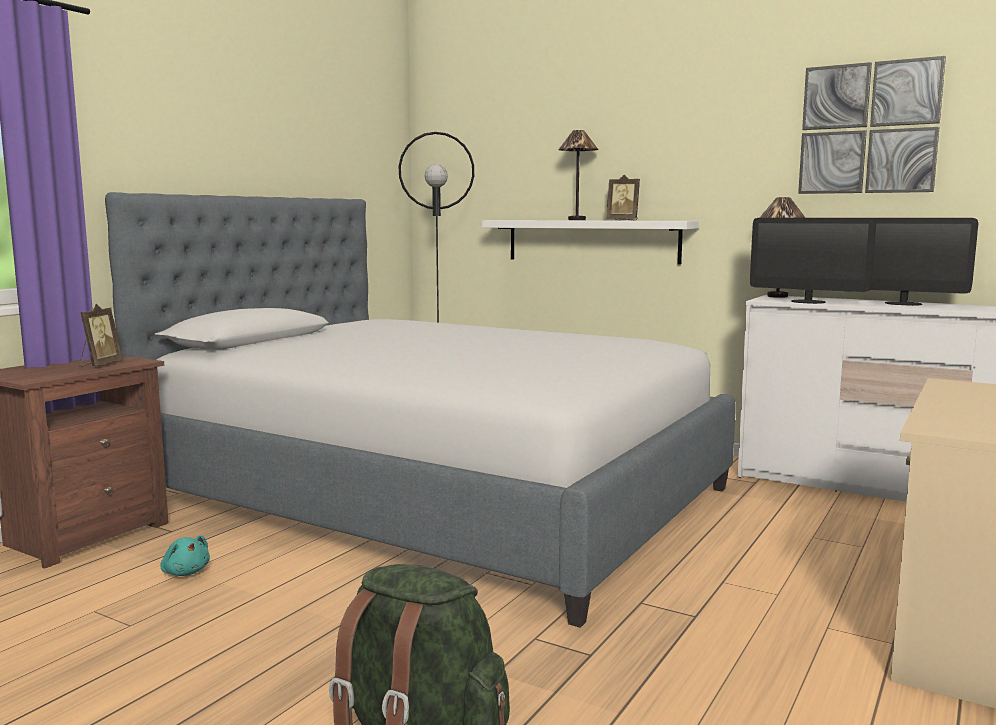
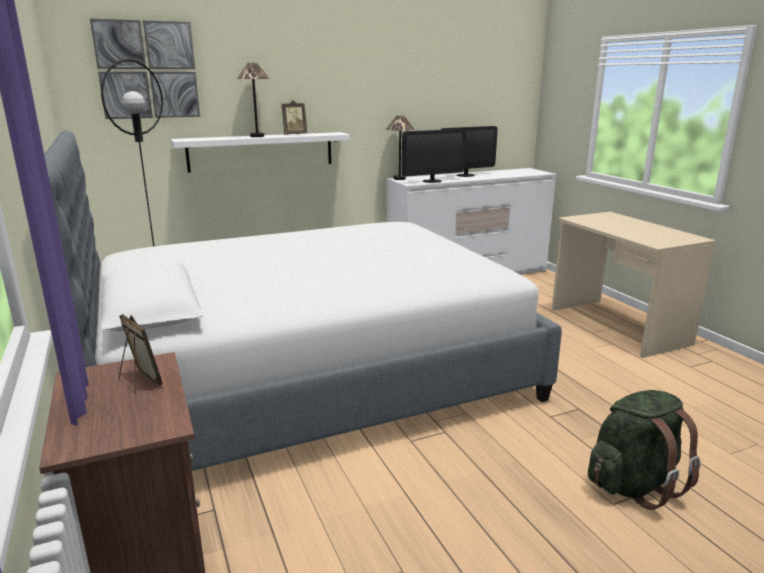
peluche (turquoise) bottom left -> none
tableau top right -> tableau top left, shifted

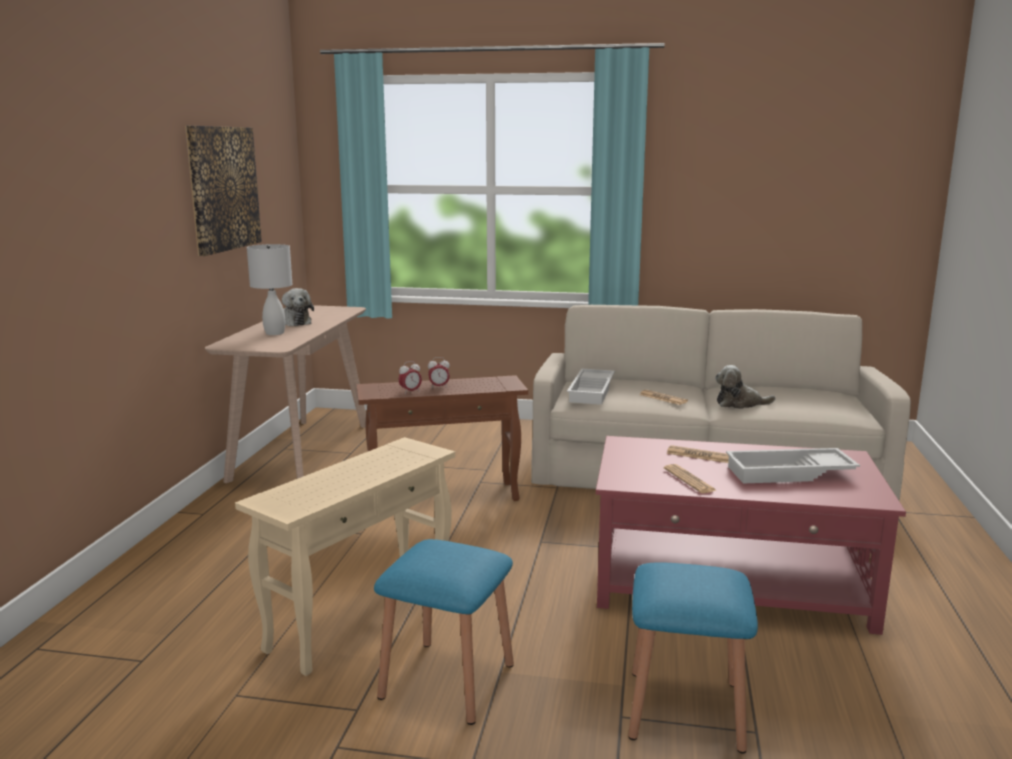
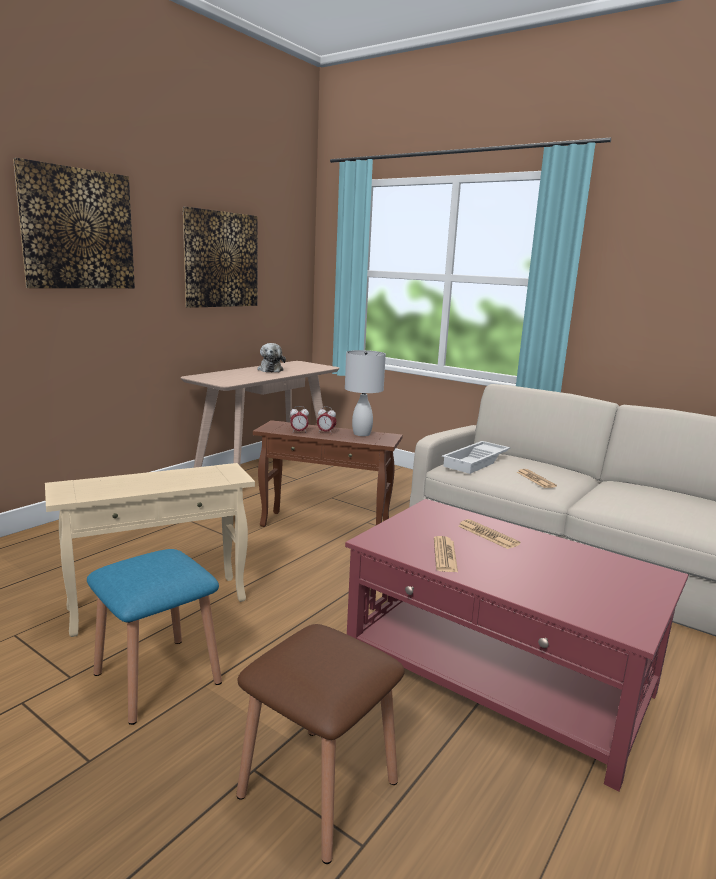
lampe de table (blanc) middle left -> lampe de table (blanc) centre, shifted
tabouret (bleu) (no. 2 from left) bottom right -> tabouret (marron) bottom centre
peluche (no. 2 from left) middle right -> none
plateau (blanc) (no. 2 from left) middle right -> none
none -> tableau (no. 1 from left) top left

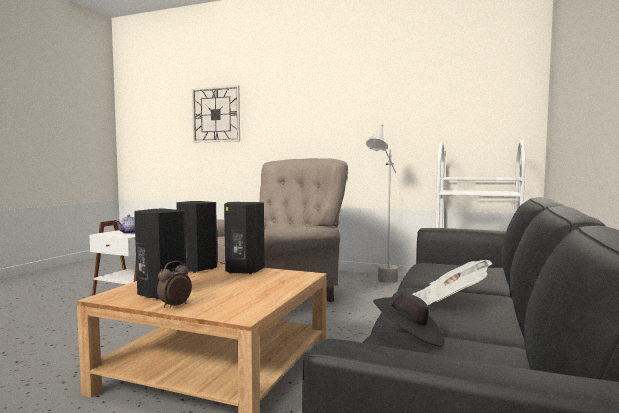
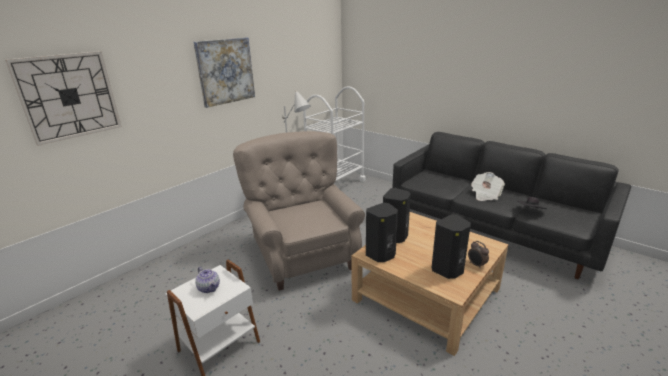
none -> tableau top centre

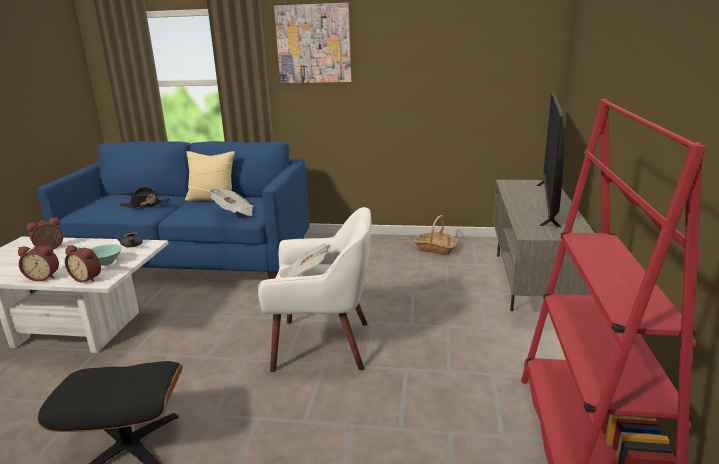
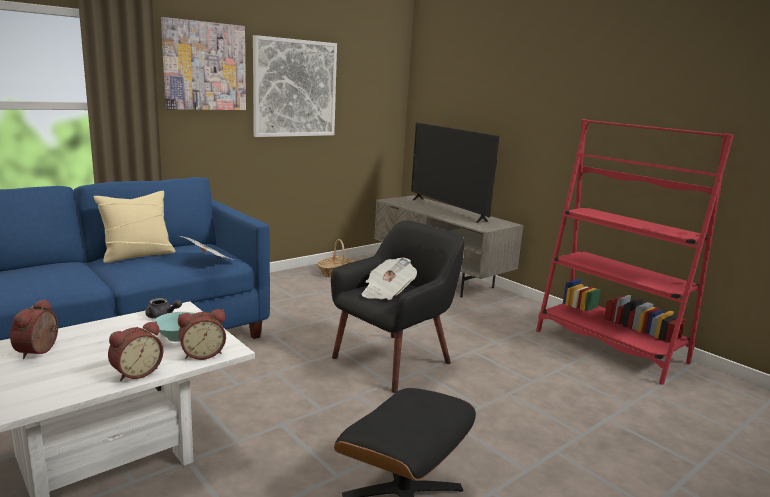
chapeau (noir) middle left -> none
fauteuil (blanc) centre -> fauteuil (noir) centre
none -> tableau (no. 2 from left) top centre

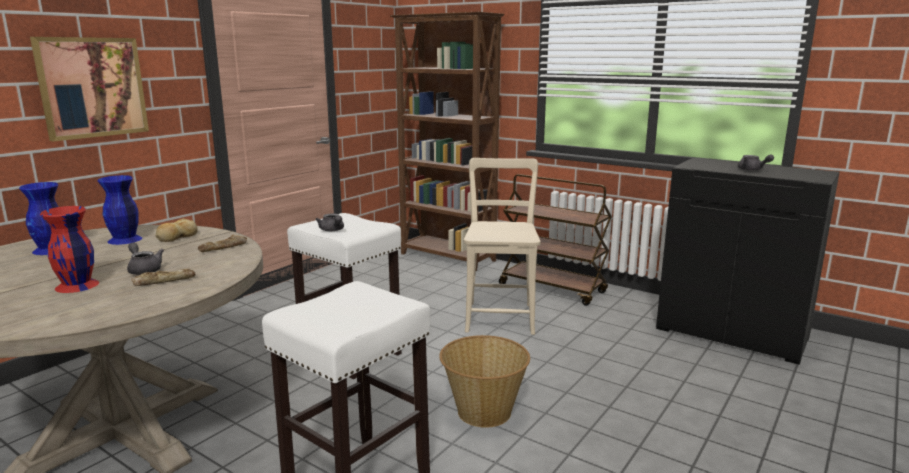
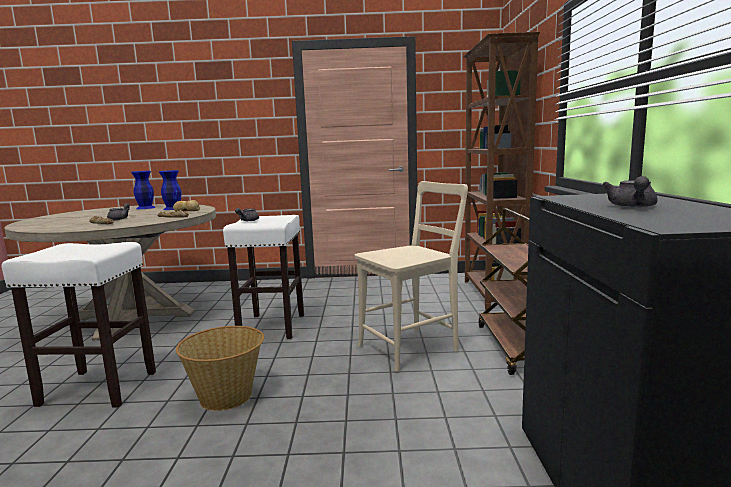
tableau top left -> none
vase (rouge) middle left -> none

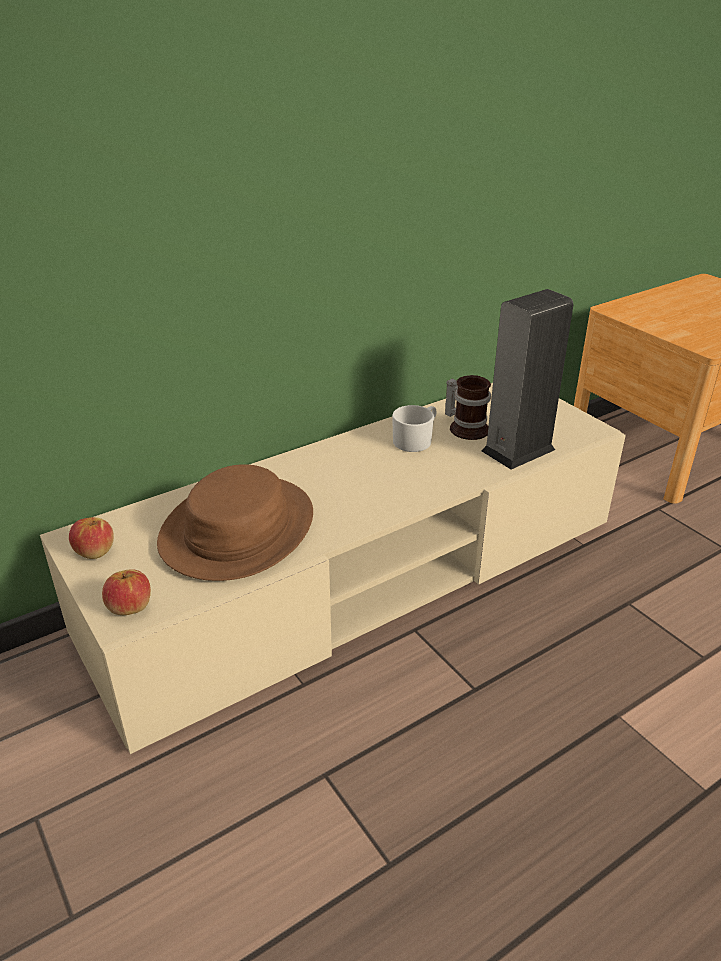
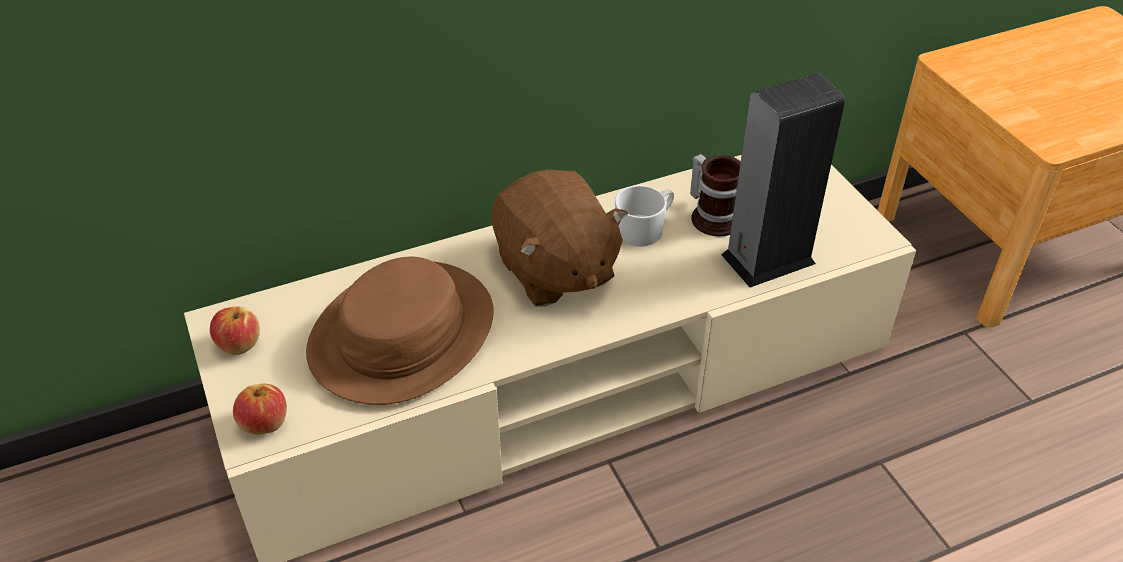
none -> peluche (marron) centre

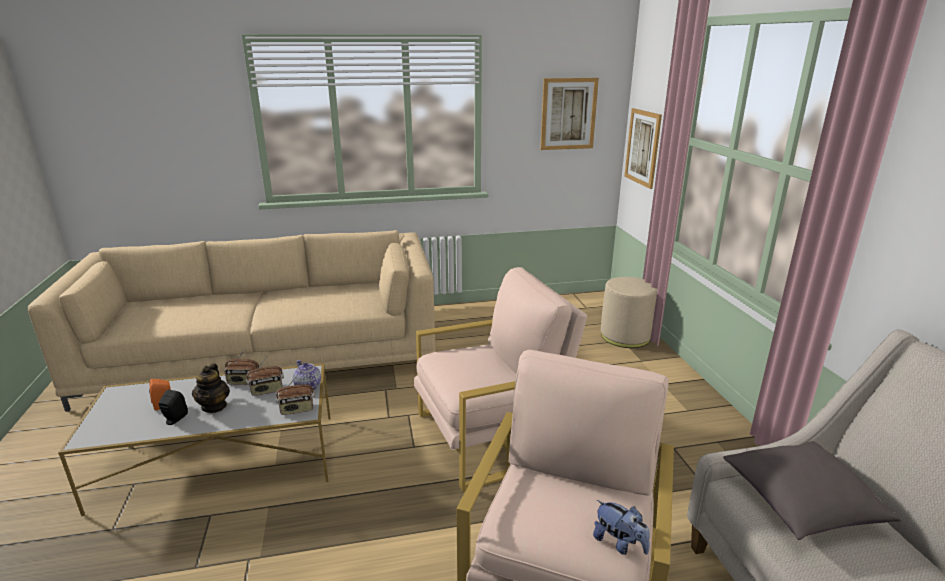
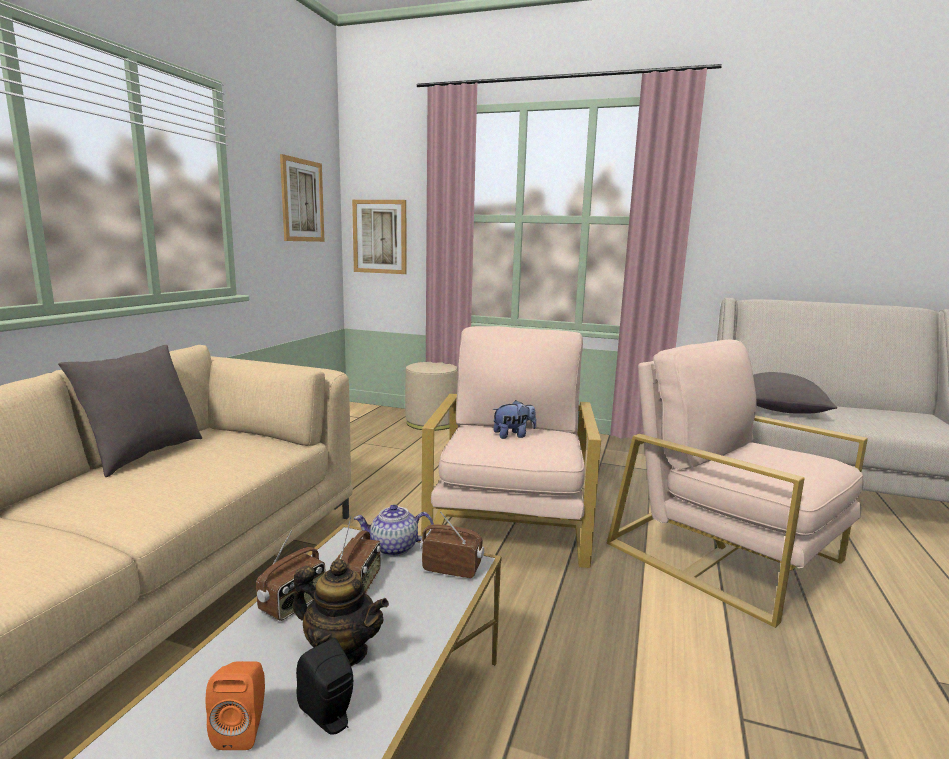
radio (no. 3 from left) bottom left -> radio (no. 3 from left) bottom centre, 90 degrees counterclockwise
peluche bottom centre -> peluche centre, shifted
none -> coussin (gris) (no. 1 from left) middle left

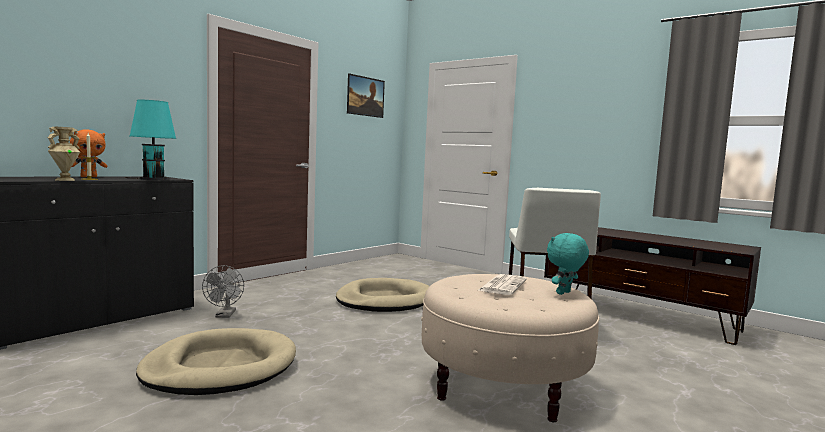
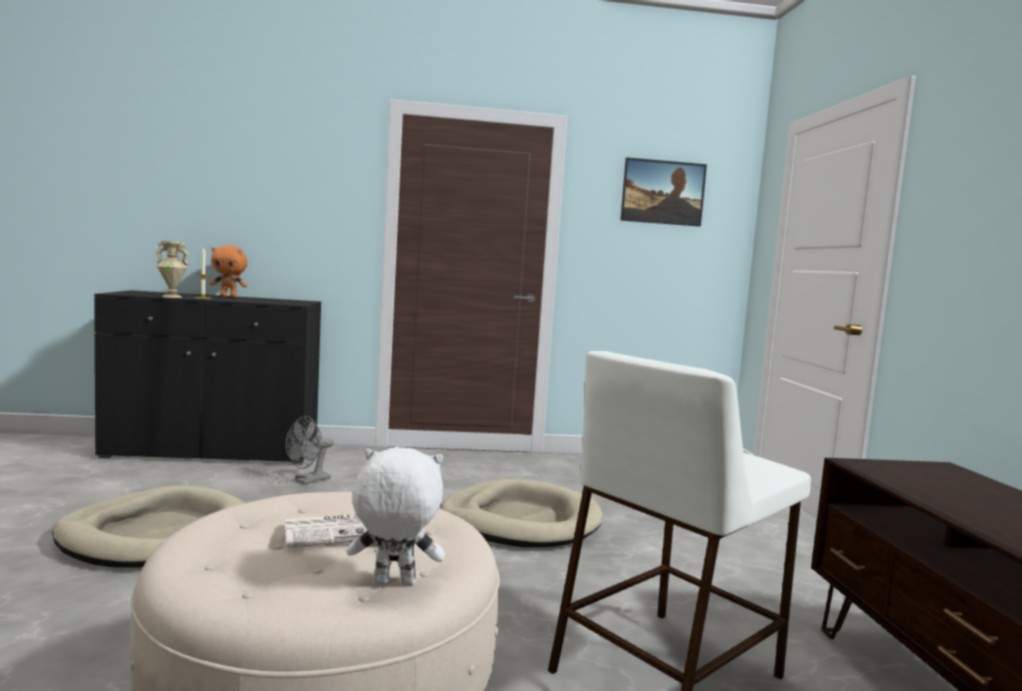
lampe de table (turquoise) top left -> none
peluche (turquoise) middle right -> peluche (blanc) bottom centre

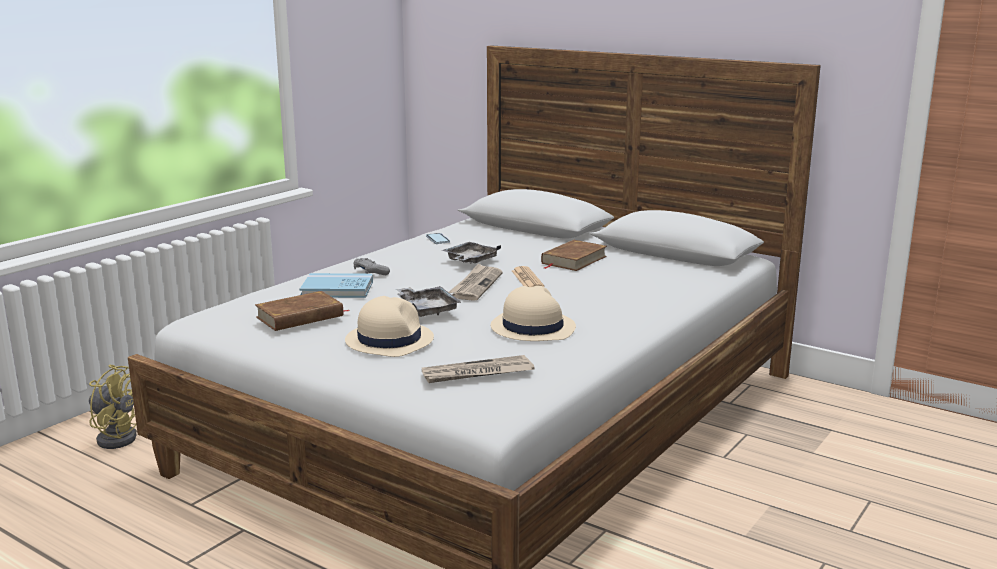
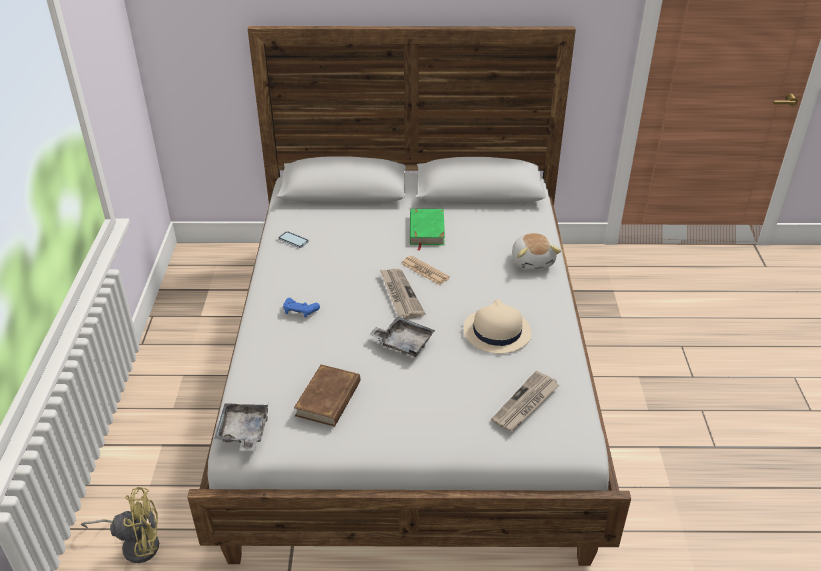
livre (bleu) centre -> none
chapeau (beige) (no. 1 from left) centre -> none
manette (gris) centre -> manette (bleu) centre
plateau (gris) (no. 2 from left in the first image) centre -> plateau (gris) (no. 1 from left) bottom left, shifted
livre (marron) (no. 2 from left) centre -> livre (vert) centre
none -> peluche centre

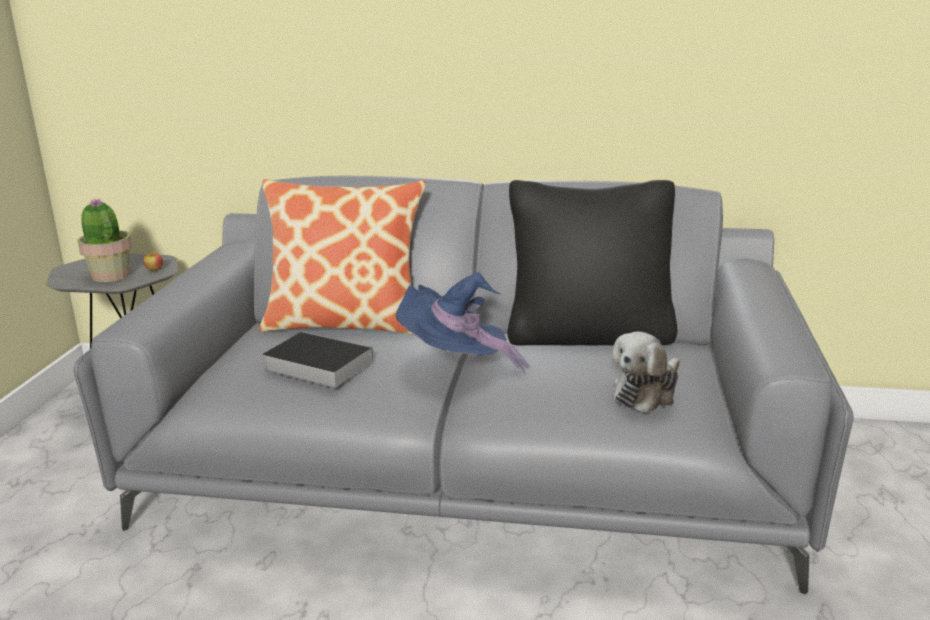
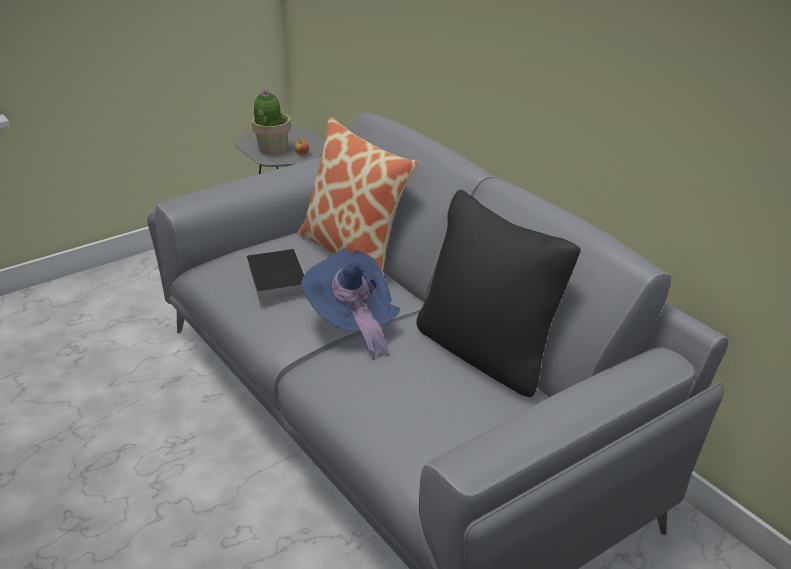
peluche middle right -> none

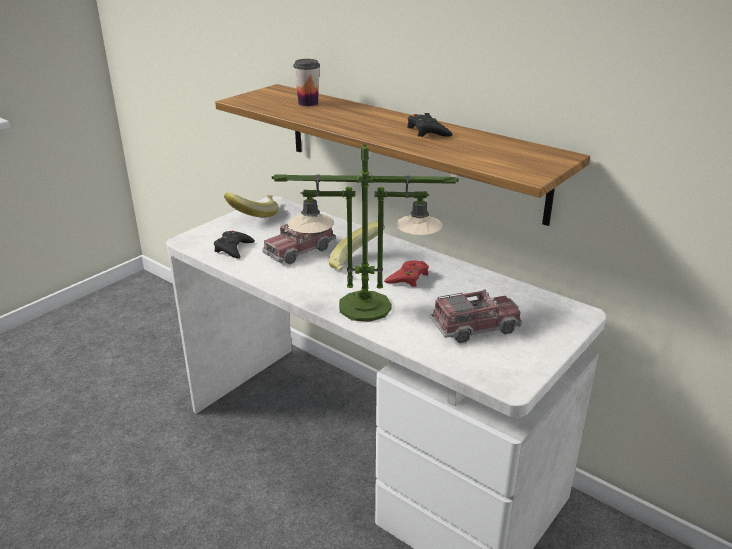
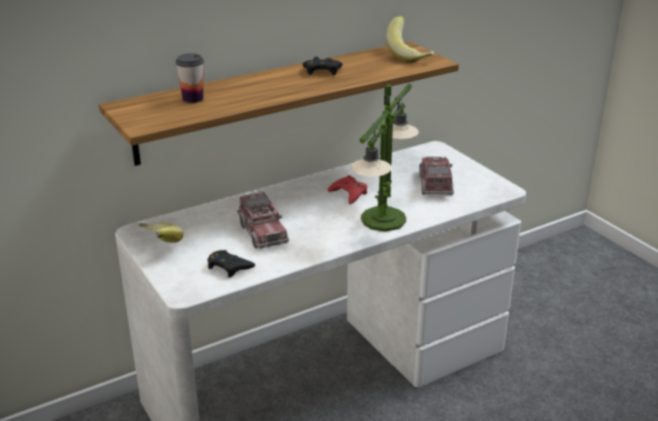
banane (no. 2 from left) centre -> banane (no. 2 from left) top centre, shifted

